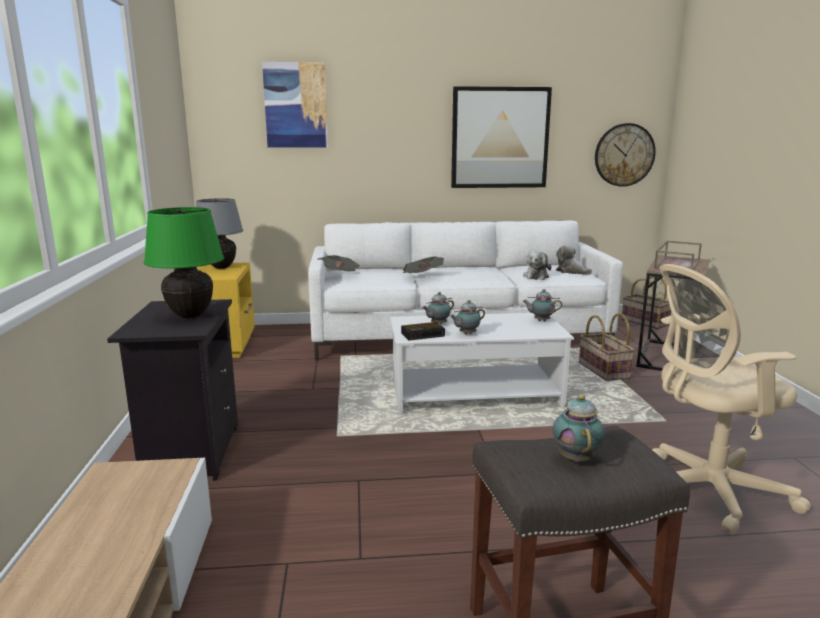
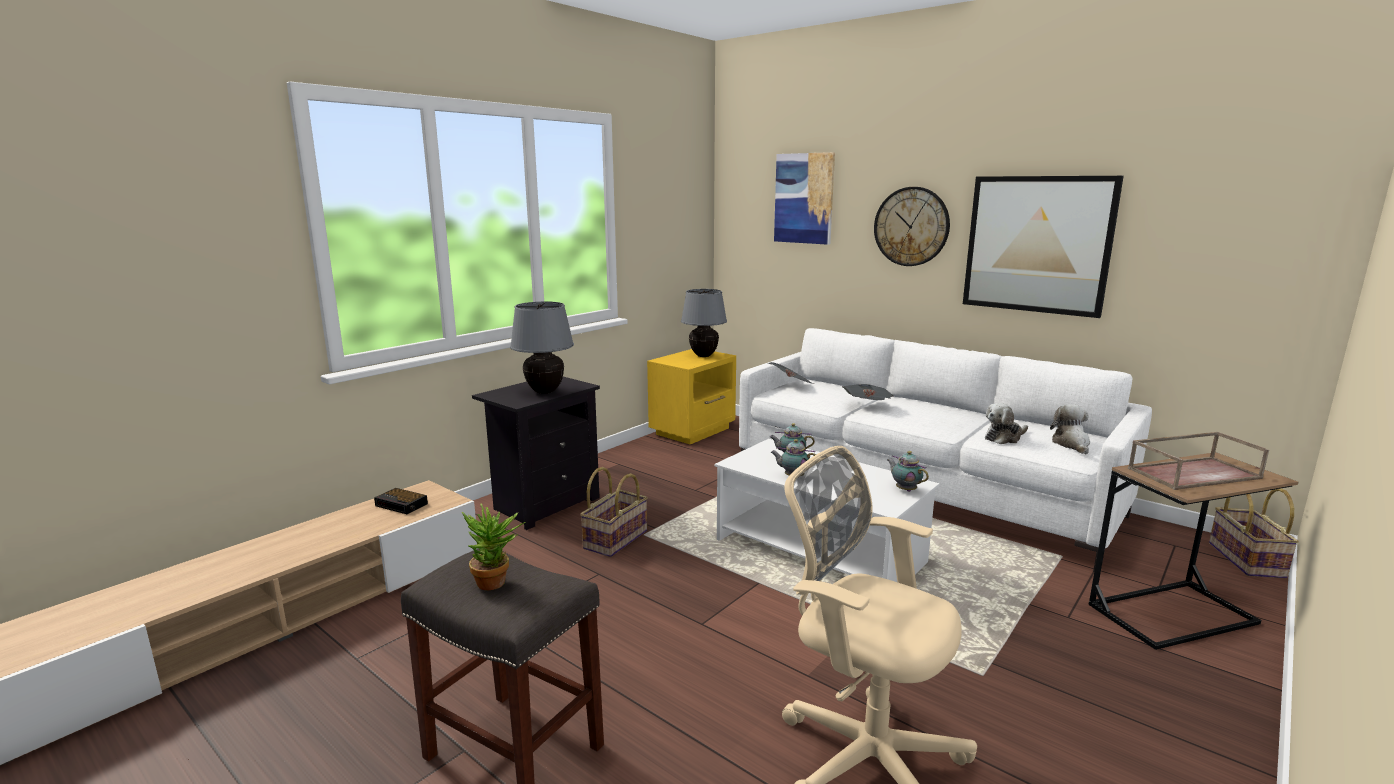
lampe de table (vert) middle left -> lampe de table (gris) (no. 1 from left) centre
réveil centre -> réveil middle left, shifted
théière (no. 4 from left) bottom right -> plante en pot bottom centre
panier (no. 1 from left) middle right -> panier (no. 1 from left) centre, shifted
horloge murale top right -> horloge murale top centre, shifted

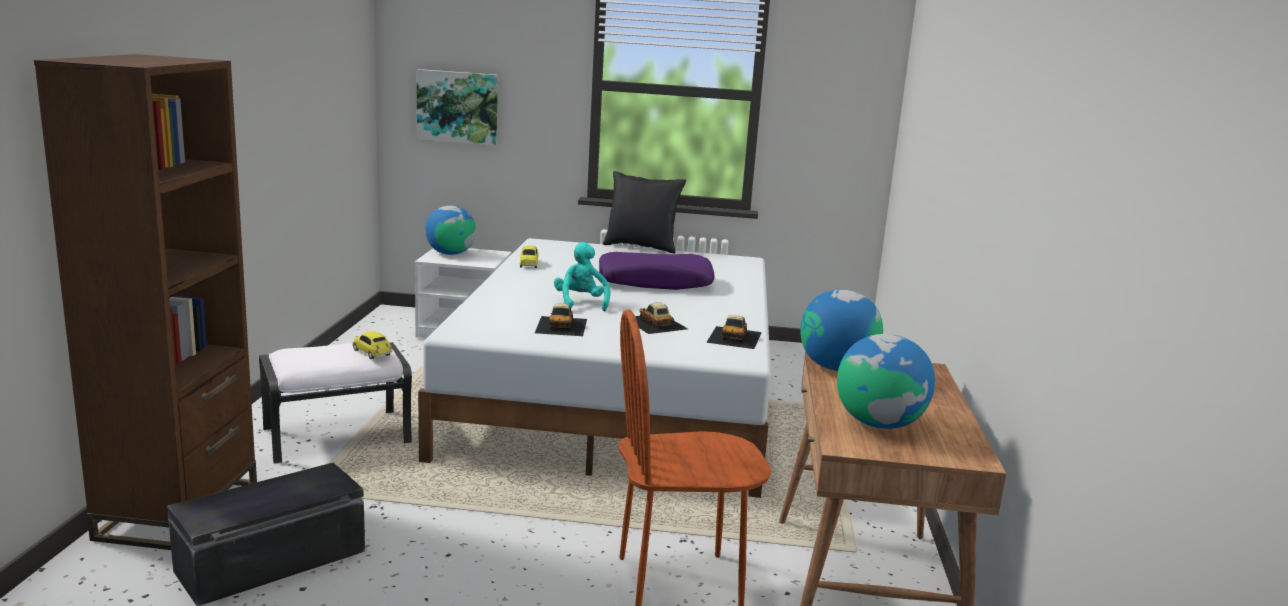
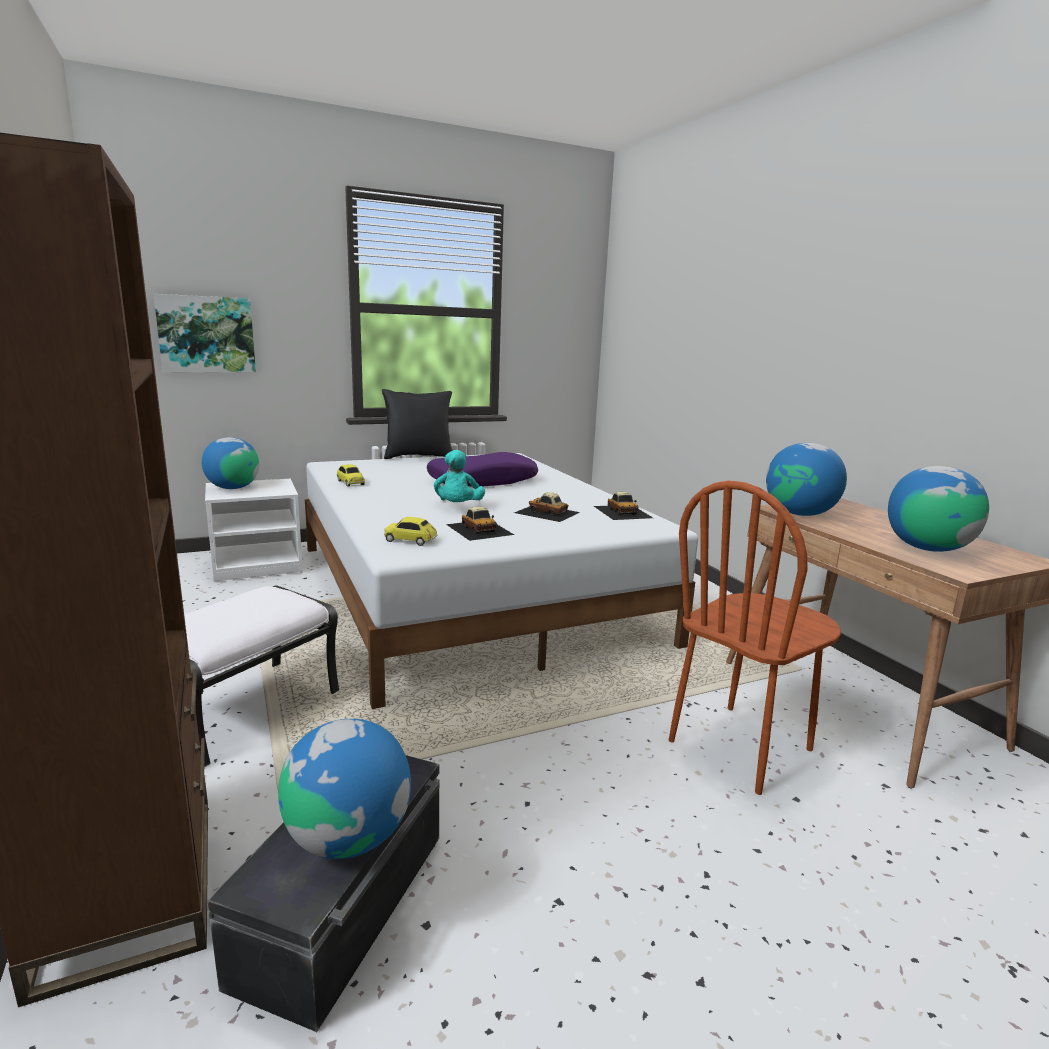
petite voiture (no. 1 from left in the first image) middle left -> petite voiture (no. 2 from left) centre, shifted
peluche (turquoise) centre, 135 degrees counterclockwise
none -> globe (no. 2 from left) bottom left

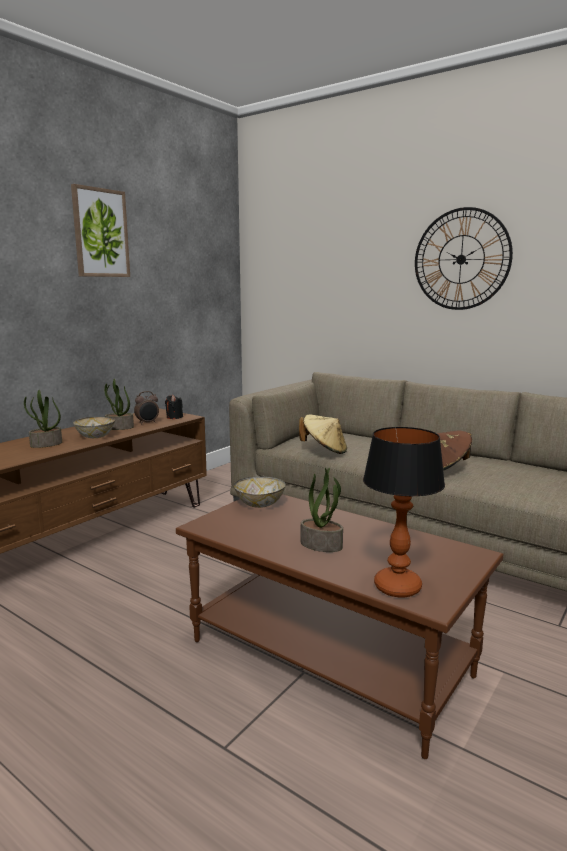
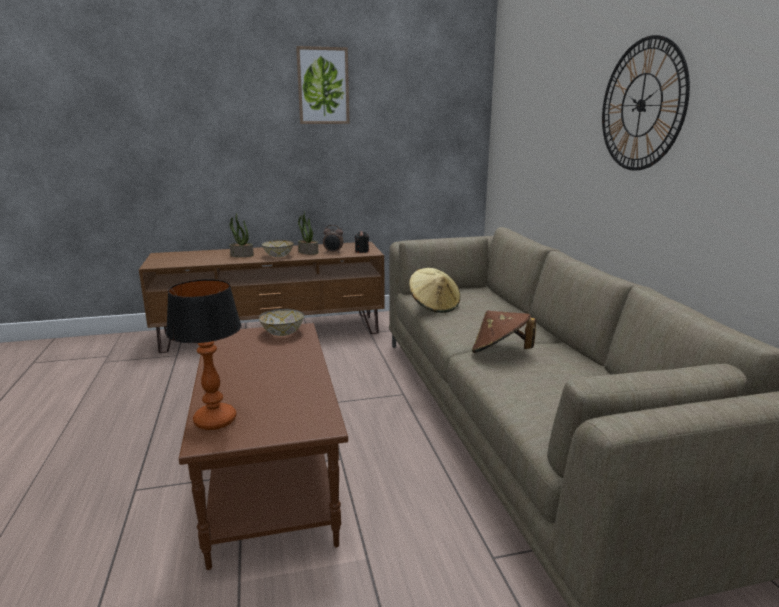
plante en pot (no. 3 from left) centre -> none

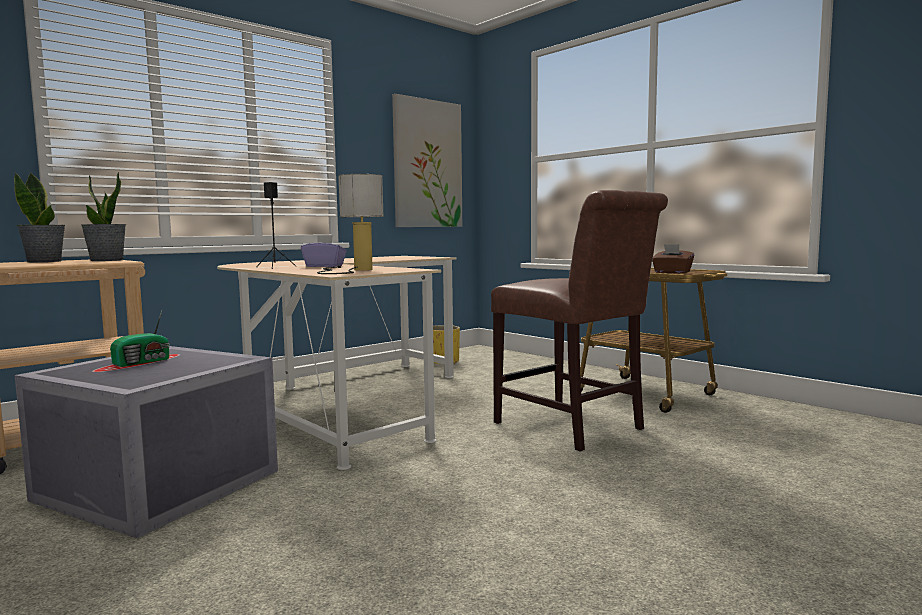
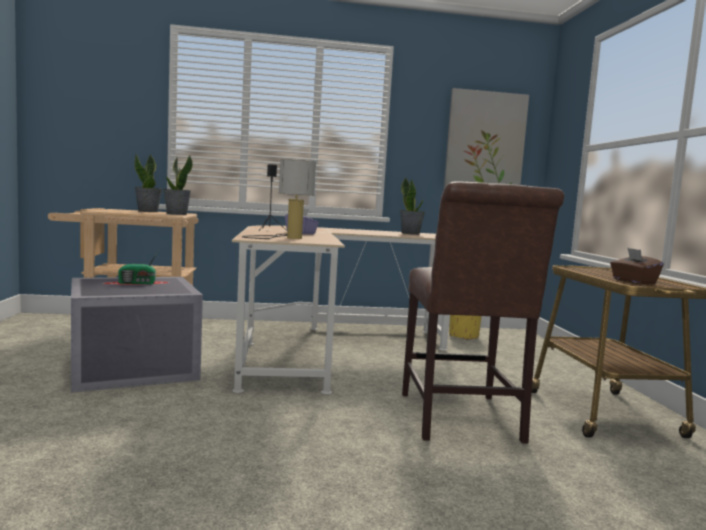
none -> plante en pot (no. 3 from left) centre

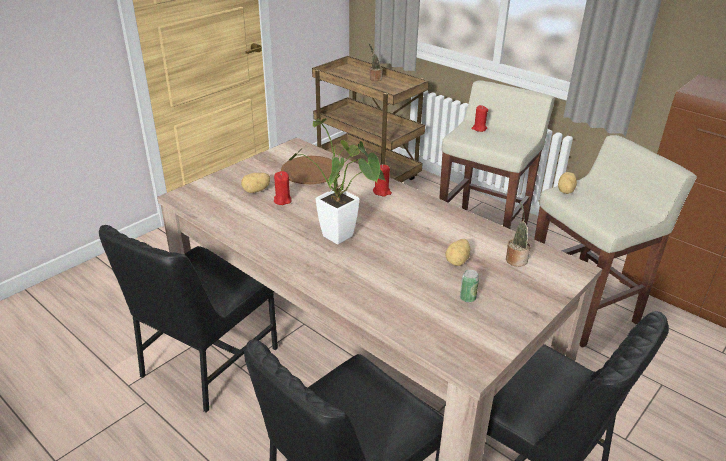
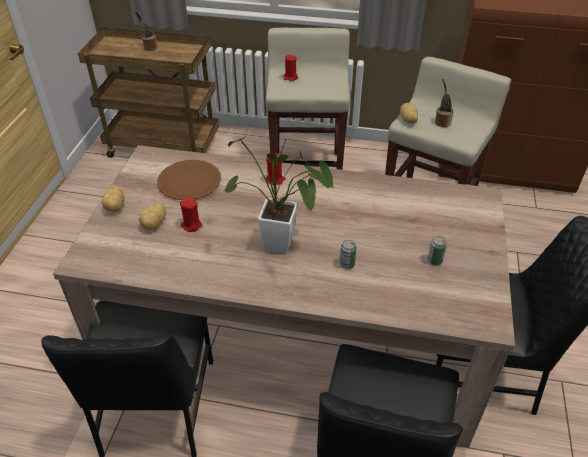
pomme de terre (no. 2 from left in the first image) centre -> pomme de terre (no. 1 from left) middle left, shifted
plante en pot (no. 3 from left) middle right -> plante en pot (no. 3 from left) top right, shifted
none -> boîte métallique (no. 1 from left) centre

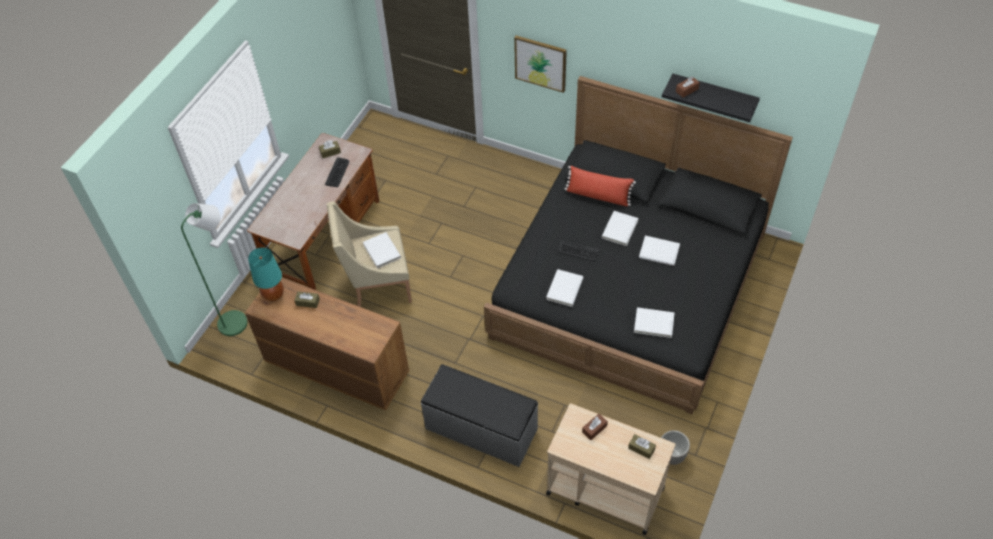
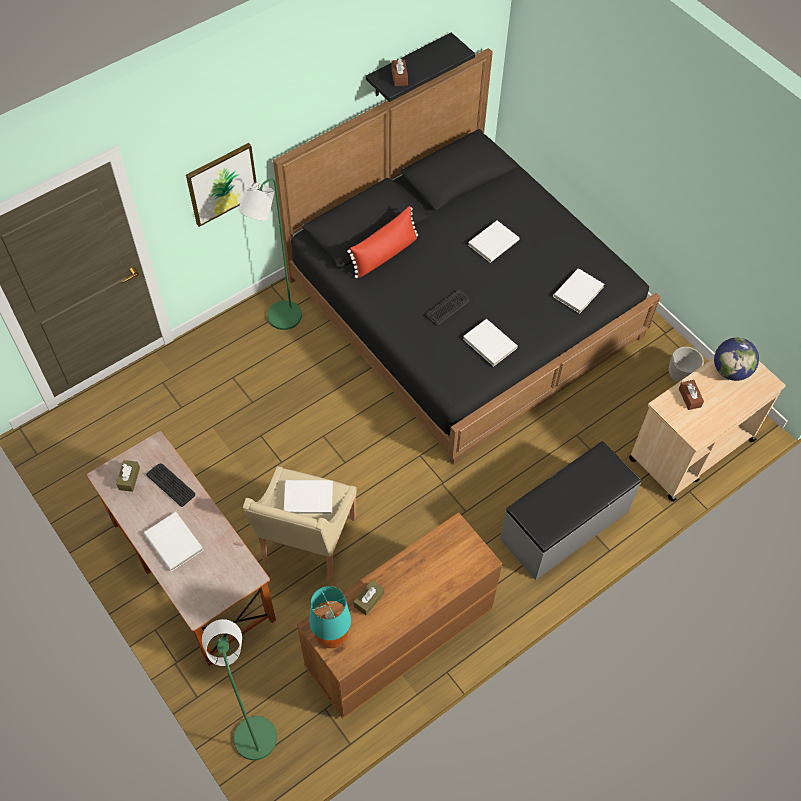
livre (blanc) (no. 3 from left in the first image) centre -> livre (blanc) (no. 1 from left) bottom left, shifted
boîte à mouchoirs (marron) (no. 4 from left) bottom centre -> globe middle right
none -> lampadaire (vert) (no. 2 from left) top centre

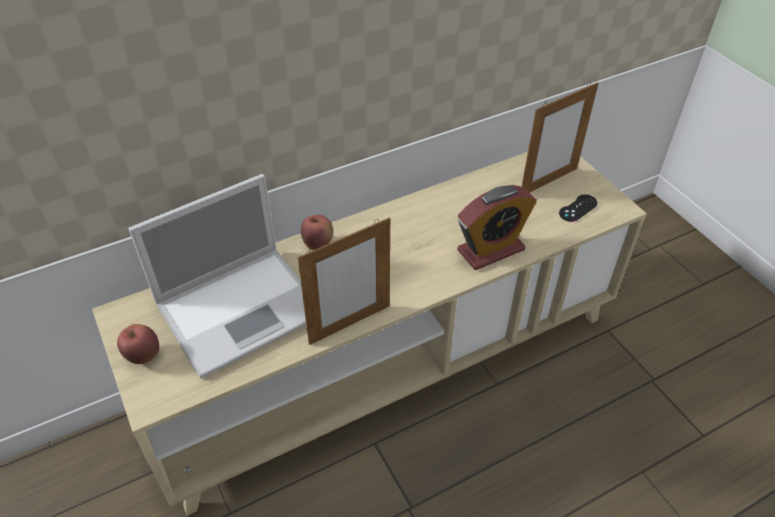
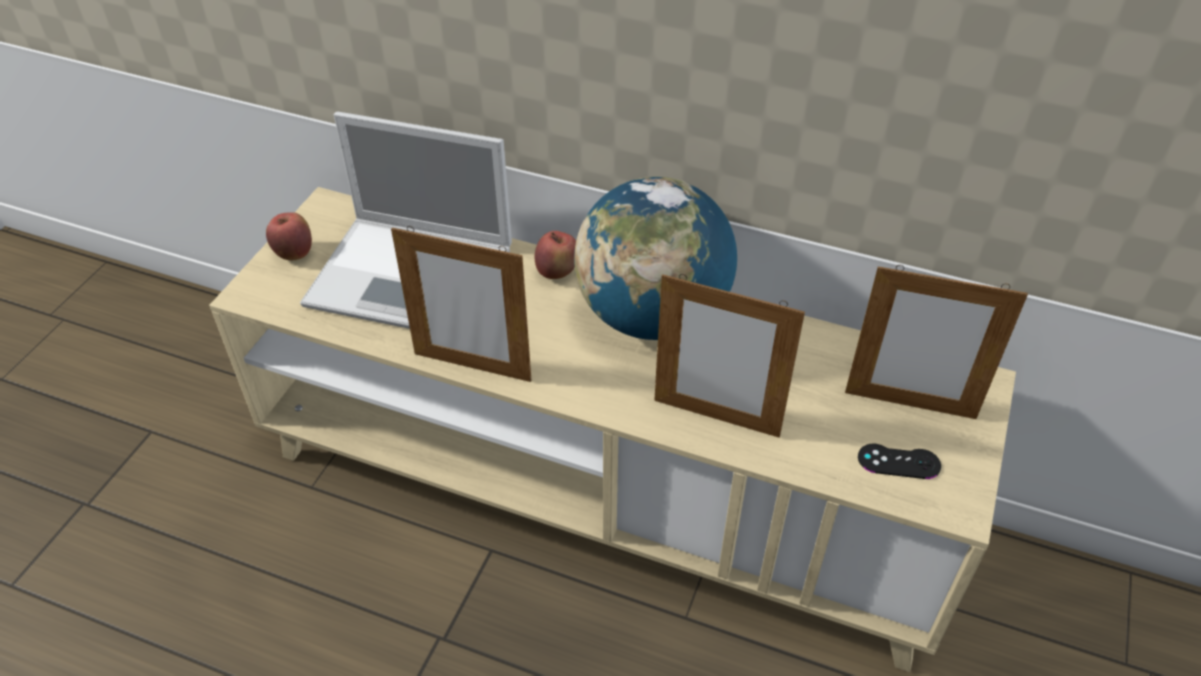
réveil centre -> cadre photo (no. 2 from left) centre
none -> globe centre

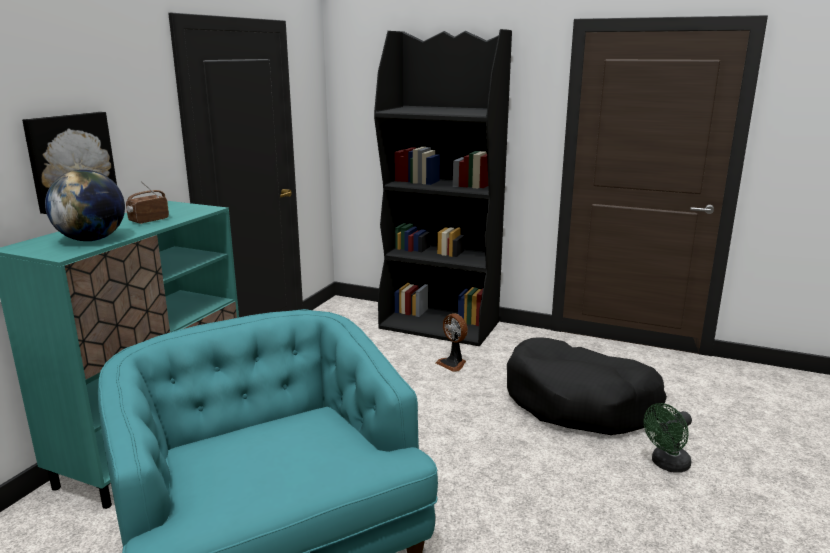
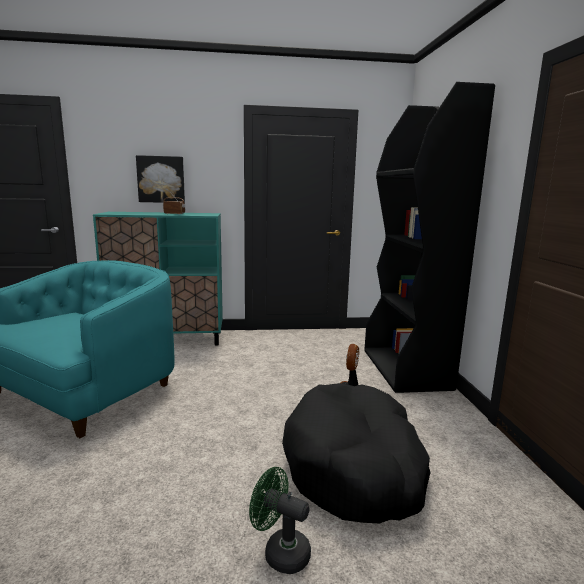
globe middle left -> none

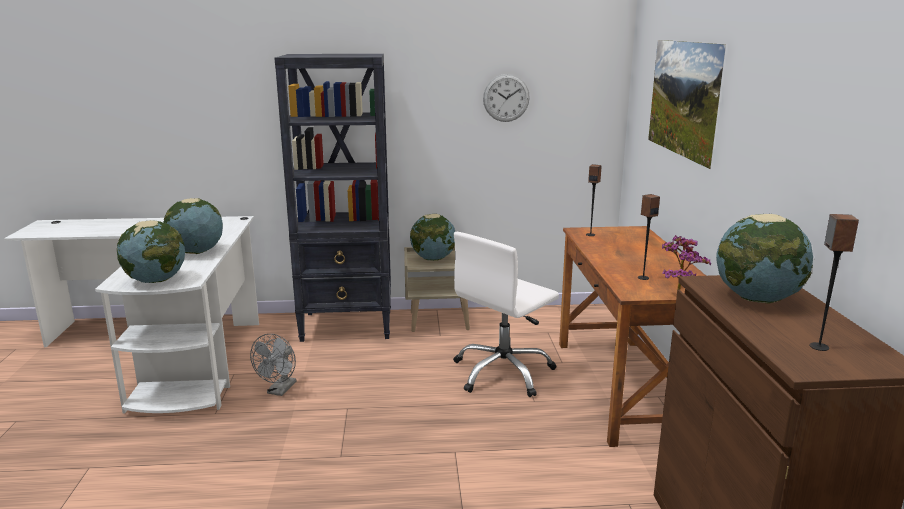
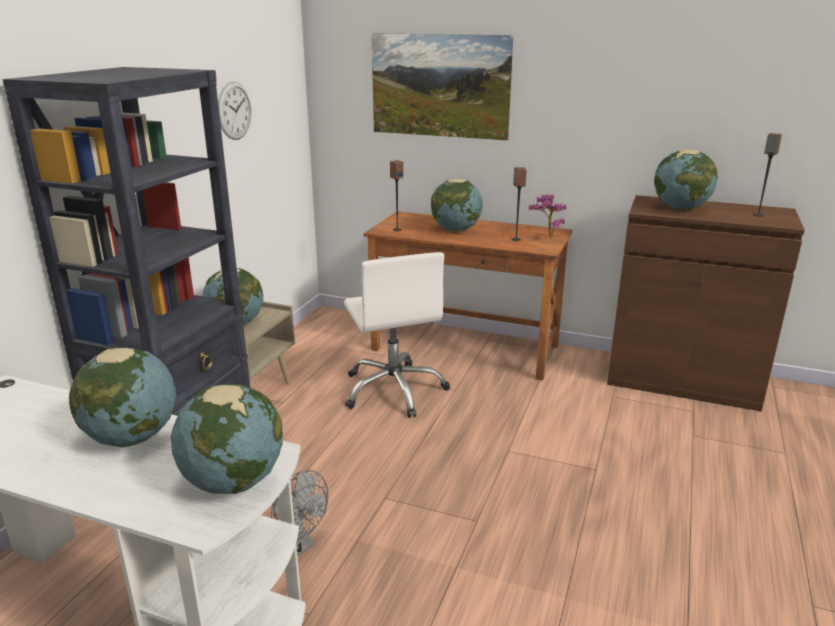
none -> globe (no. 4 from left) top centre

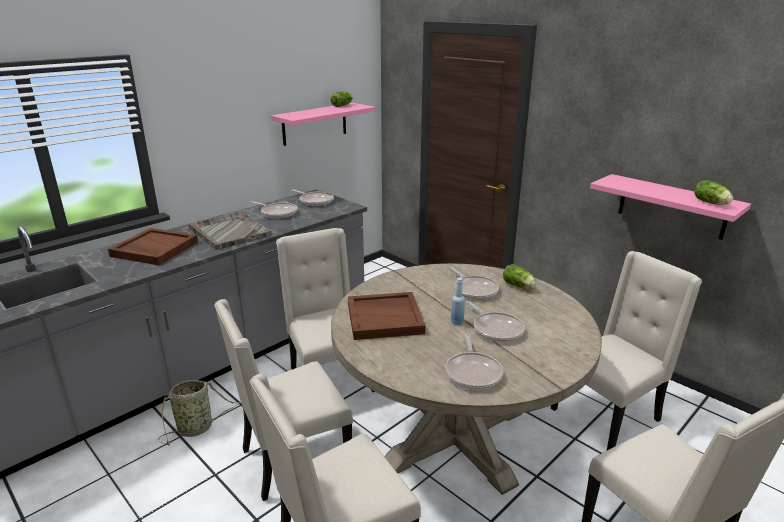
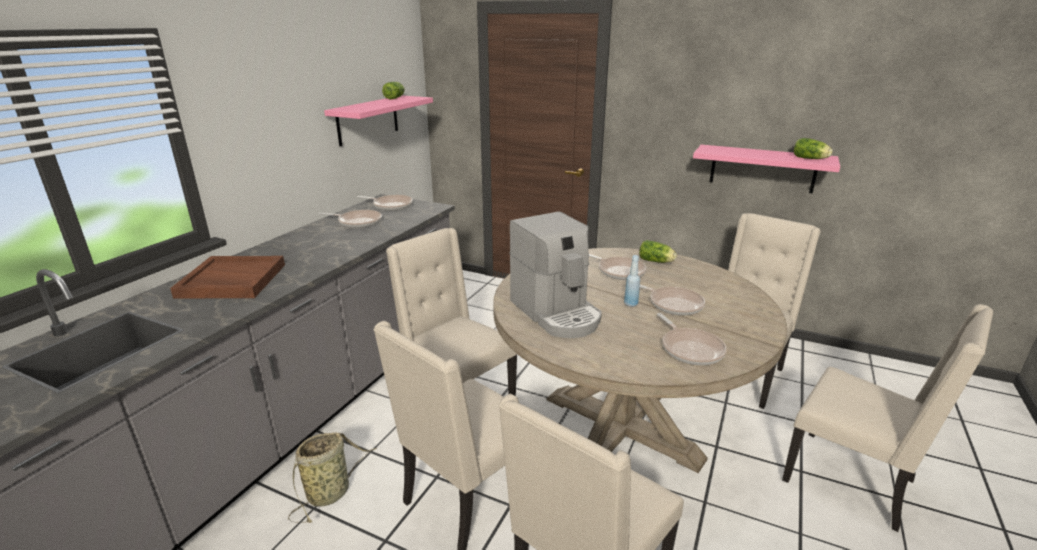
plateau (gris) middle left -> none
plateau (marron) (no. 2 from left) centre -> machine à café centre

